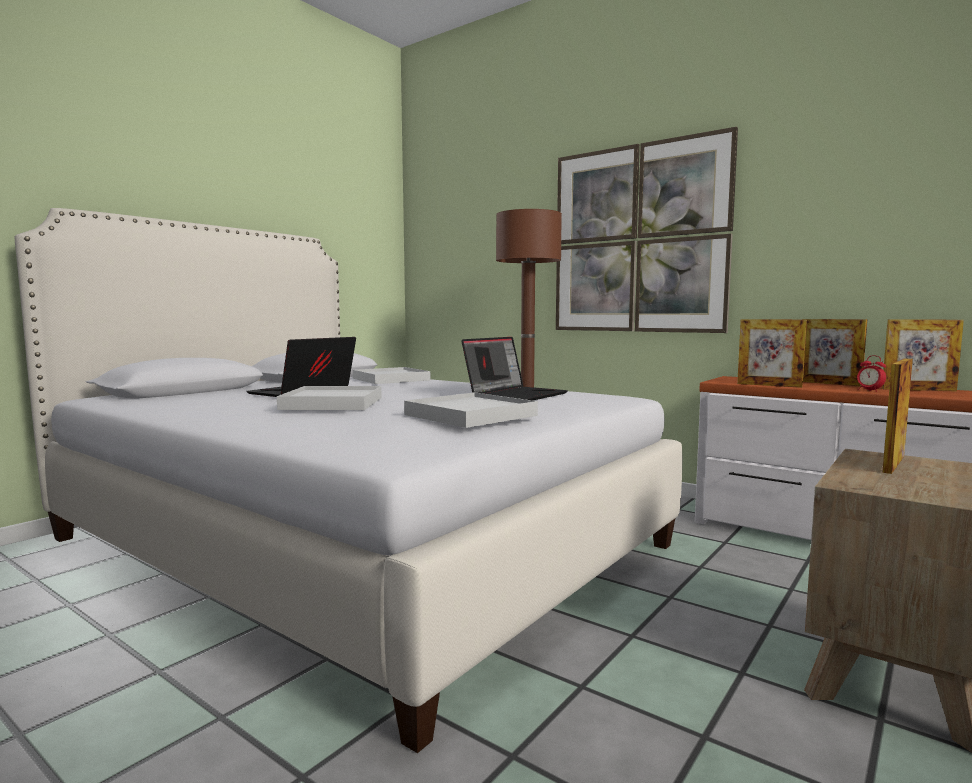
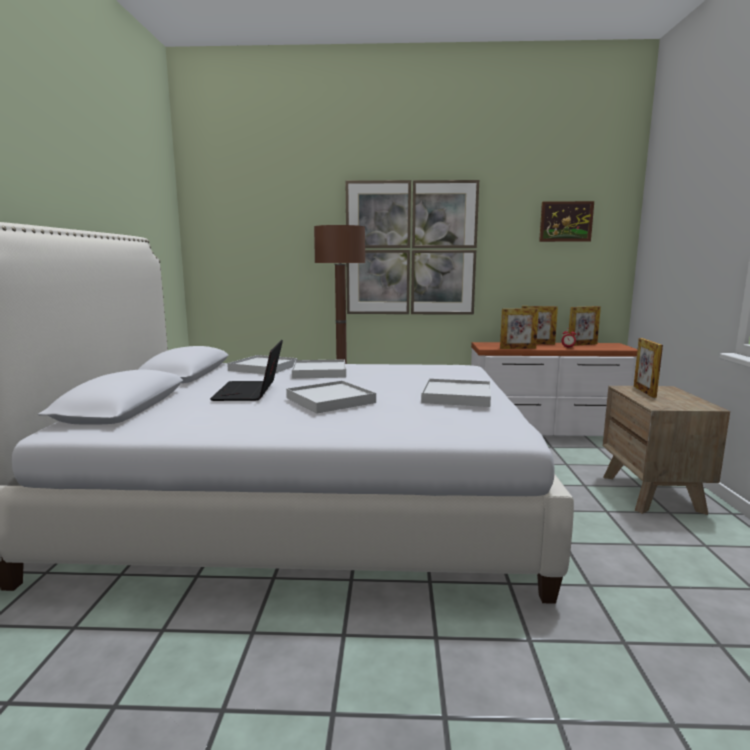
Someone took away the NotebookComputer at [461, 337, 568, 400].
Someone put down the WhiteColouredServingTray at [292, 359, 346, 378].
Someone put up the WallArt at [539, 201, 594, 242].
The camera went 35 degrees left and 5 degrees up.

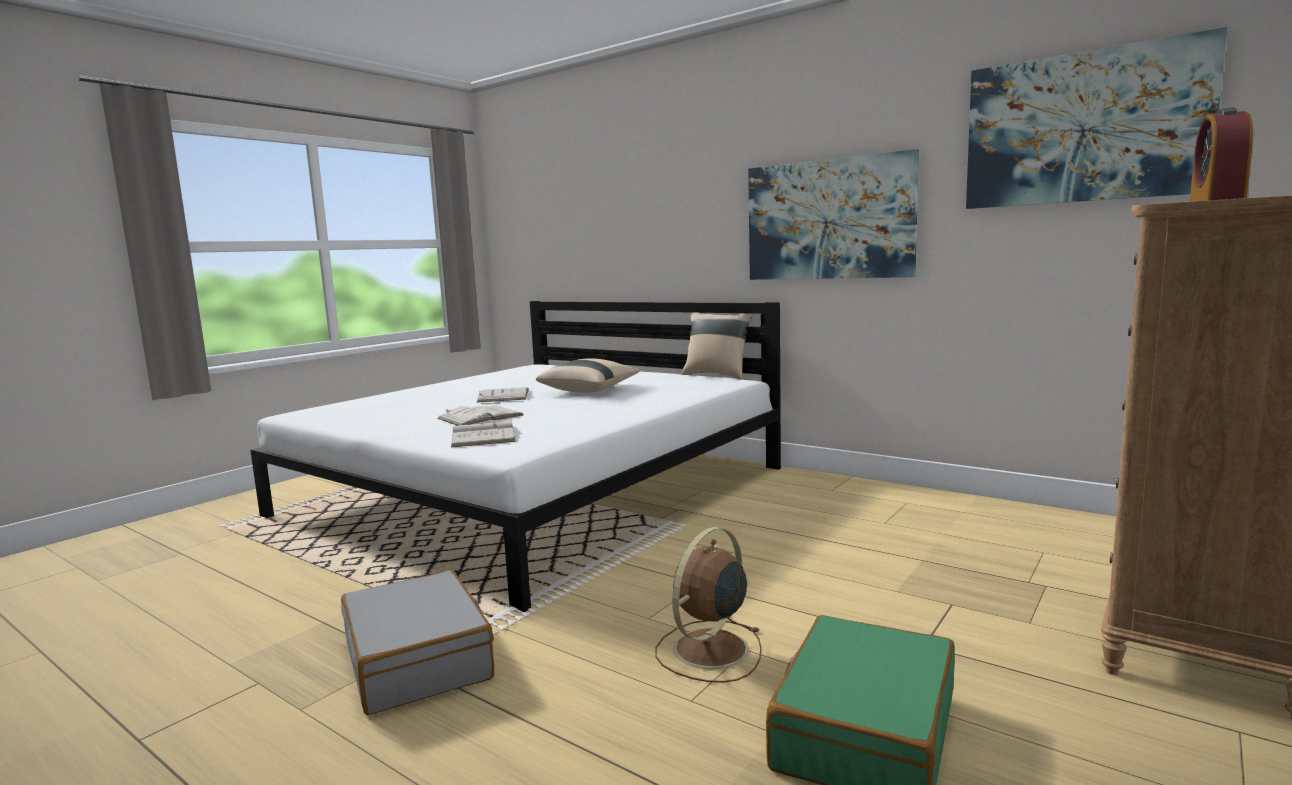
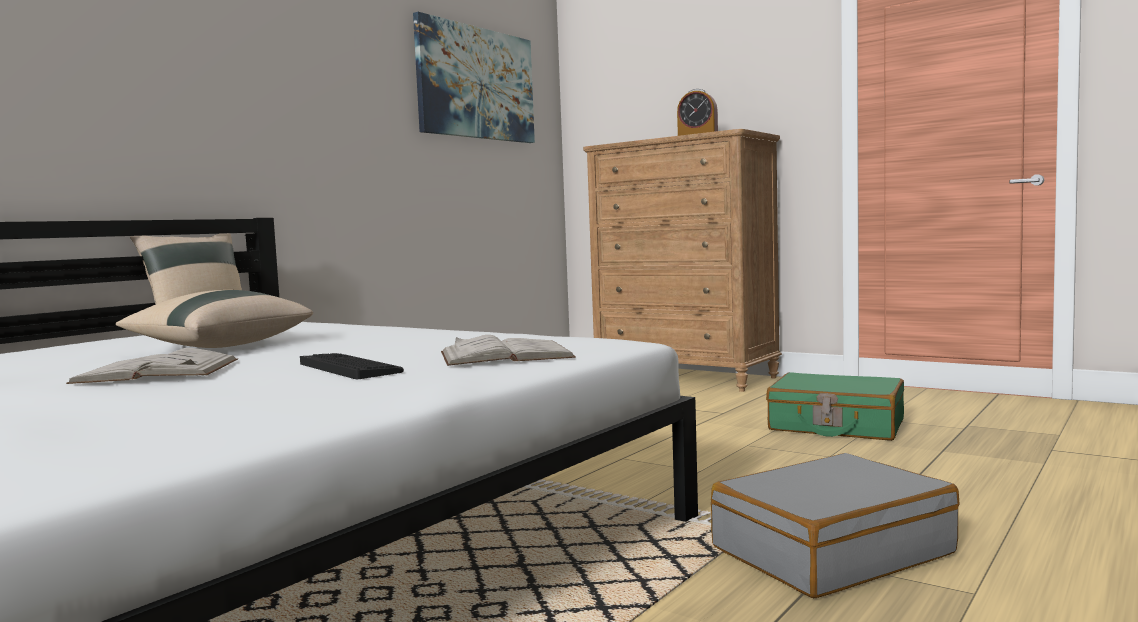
Someone took away the BrownCoolingFan at [655, 527, 762, 683].
Someone took away the WallArt at [748, 149, 919, 280].
Someone swapped the WhiteColouredVolume at [437, 406, 524, 426] for the PcKeyboard at [300, 353, 404, 379].
The camera went 90 degrees left and 5 degrees down.

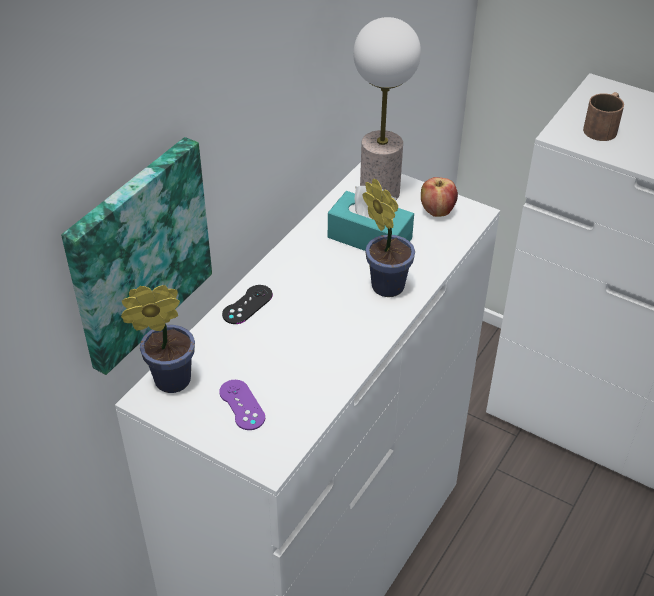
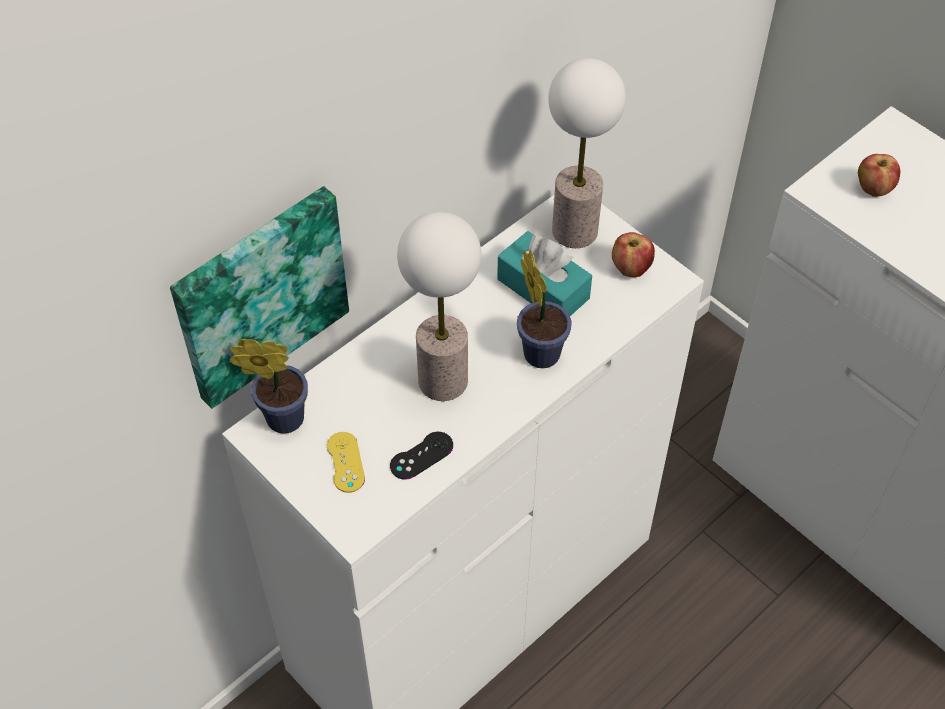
Someone put down the TableLamp at [397, 212, 482, 401].
Someone carried the BlackColouredJoypad from [222, 285, 273, 324] to [390, 432, 453, 480].
Someone swapped the BrownCoffeeMug at [583, 92, 624, 141] for the AppleFruit at [858, 154, 900, 197].
Someone repainted the PurpleJoypad at [219, 380, 265, 430], which became the YellowishJoypad at [327, 432, 365, 493].
The camera went 15 degrees right and 10 degrees up.

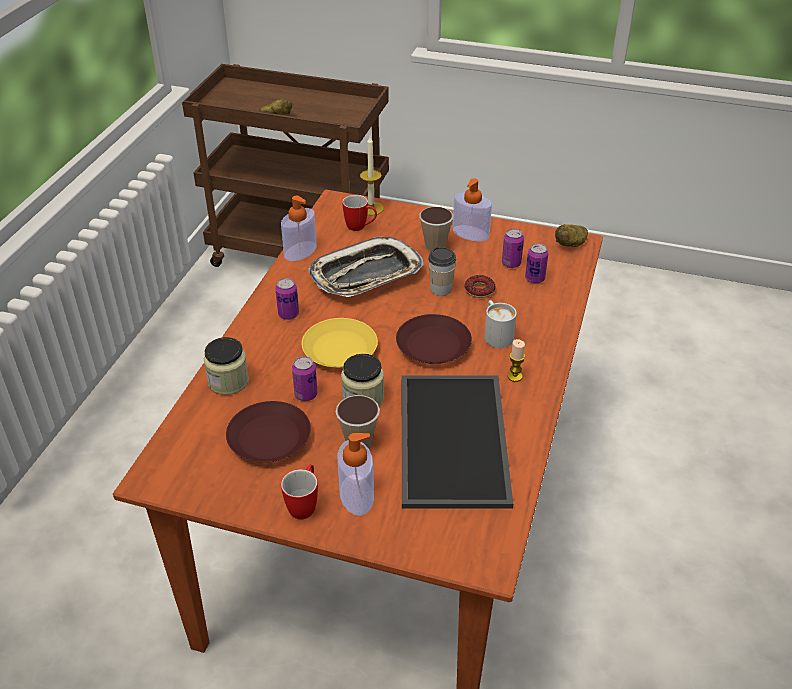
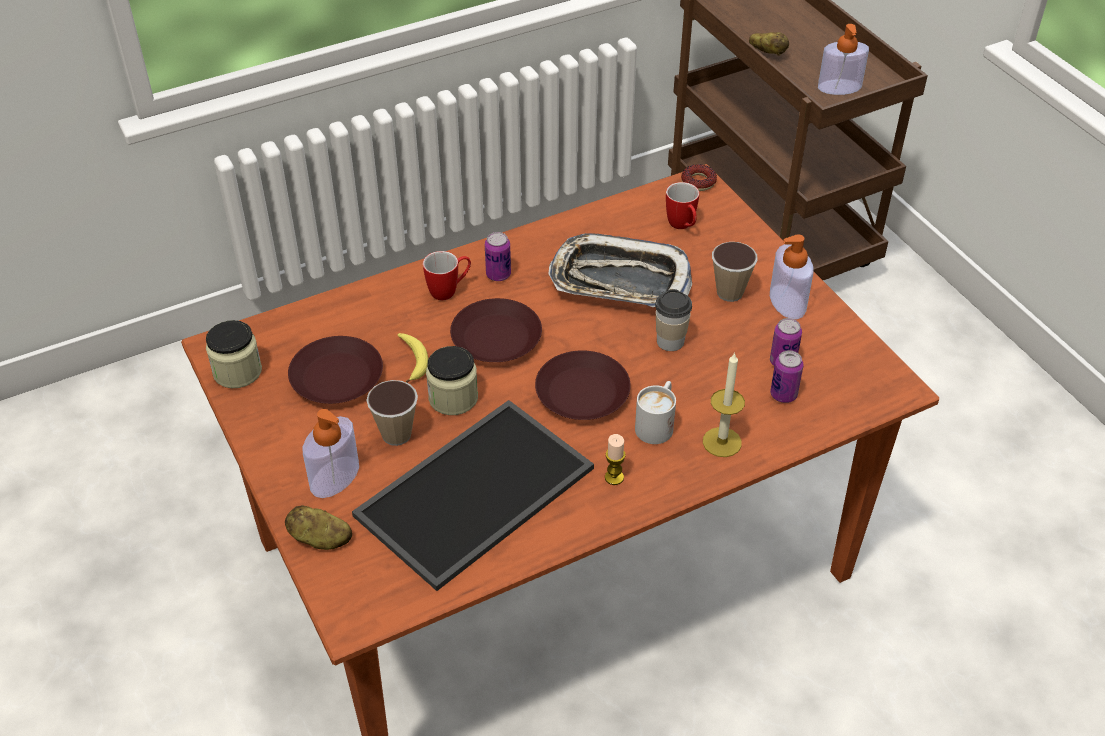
Someone carried the StorageJar from [204, 337, 249, 395] to [206, 320, 262, 388].
Someone carried the SoapBottle from [281, 196, 317, 261] to [818, 24, 869, 95].
Someone carried the CoffeeMug from [281, 464, 318, 519] to [423, 251, 471, 300].
Someone carried the Candle from [360, 137, 384, 215] to [703, 352, 745, 457].
Someone carried the Donut from [465, 275, 495, 298] to [681, 164, 717, 191].
Someone carried the WholePotato from [555, 224, 588, 247] to [285, 505, 352, 550].
Someone swapped the SealedCan at [292, 356, 318, 401] for the Banana at [397, 333, 428, 383].
Someone repainted the YellowishPlate at [302, 318, 378, 368], which became the BrownPlate at [450, 298, 542, 362].
The camera went 45 degrees right and 5 degrees up.

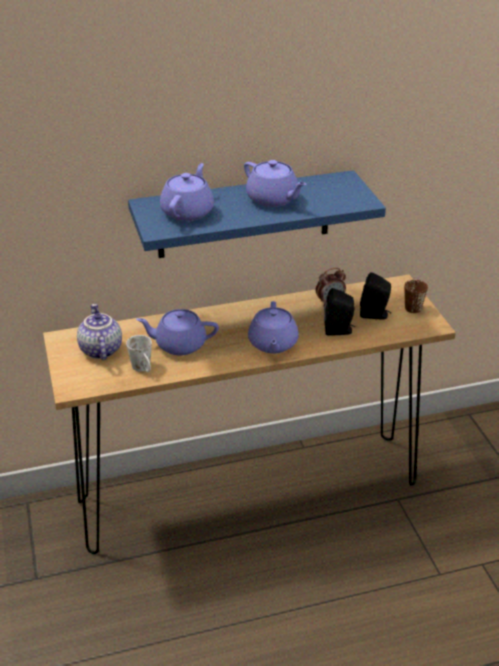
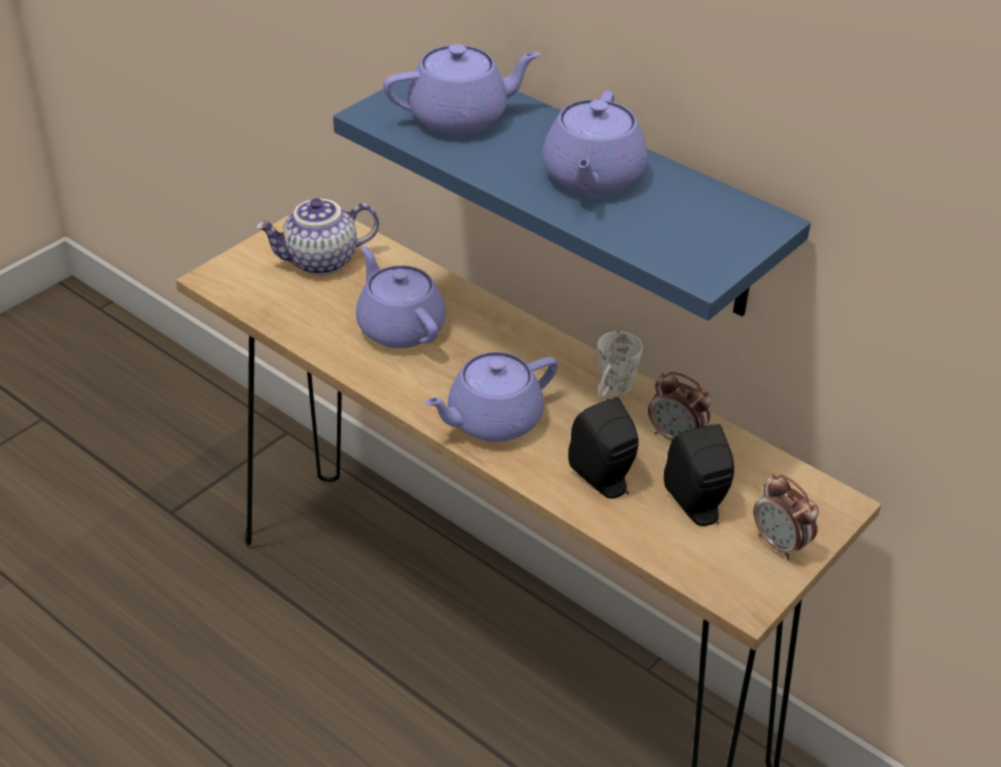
Someone carried the WhiteColouredCoffeeMug from [126, 335, 152, 372] to [597, 331, 642, 398].
Someone swapped the BrownCoffeeMug at [404, 280, 428, 313] for the BedsideClock at [754, 474, 819, 560].
Someone rotated the Teapot at [77, 304, 122, 360] by 150 degrees counterclockwise.
The camera went 55 degrees right and 5 degrees up.

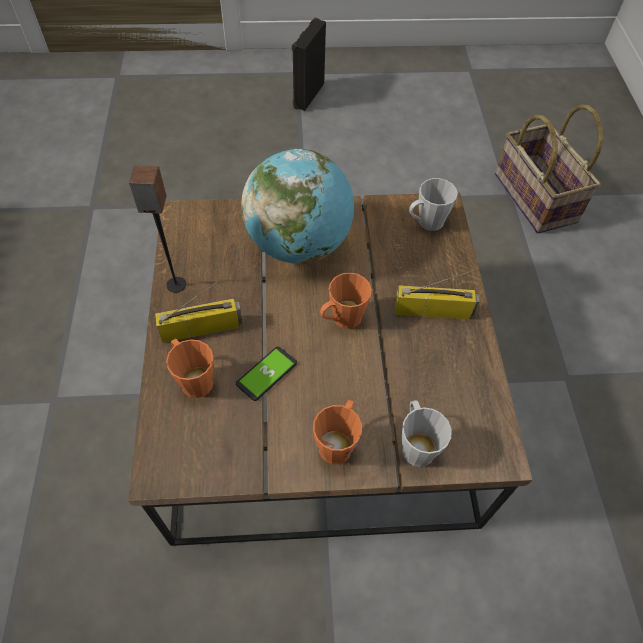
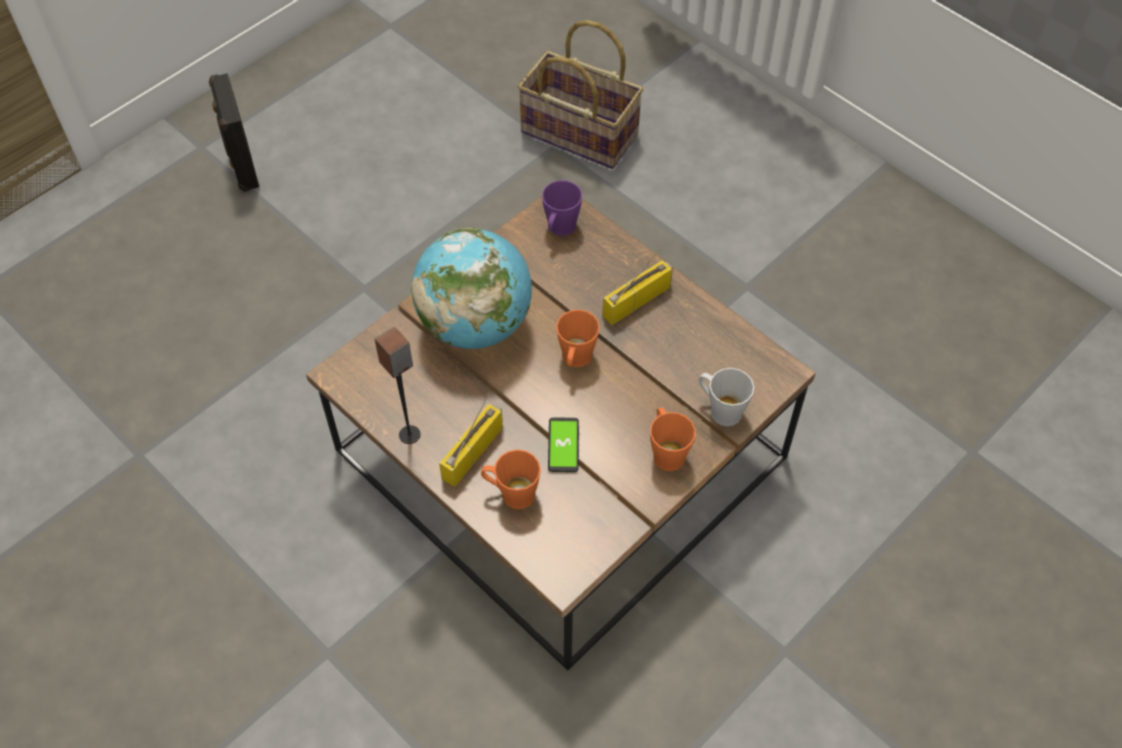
Someone repainted the GreyCoffeeMug at [409, 178, 458, 231], which became the PurpleCoffeeMug at [542, 180, 582, 236].
The camera went 40 degrees left and 0 degrees up.

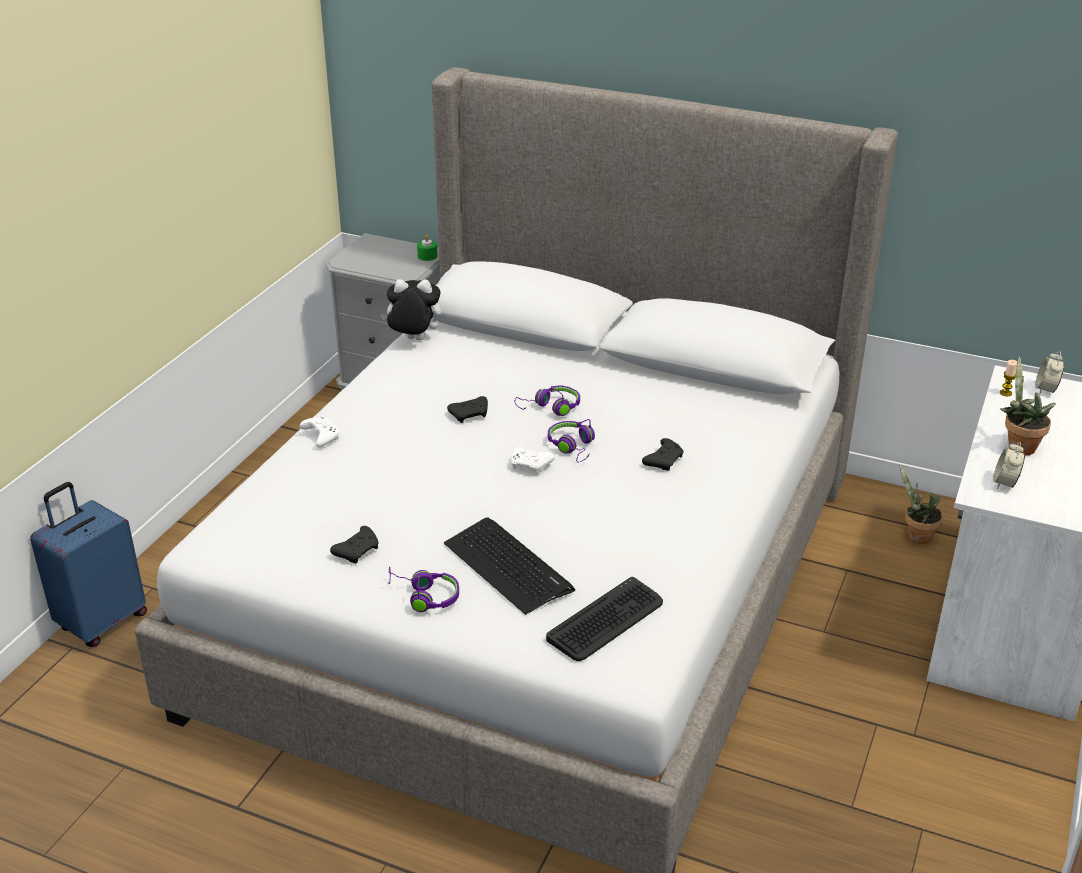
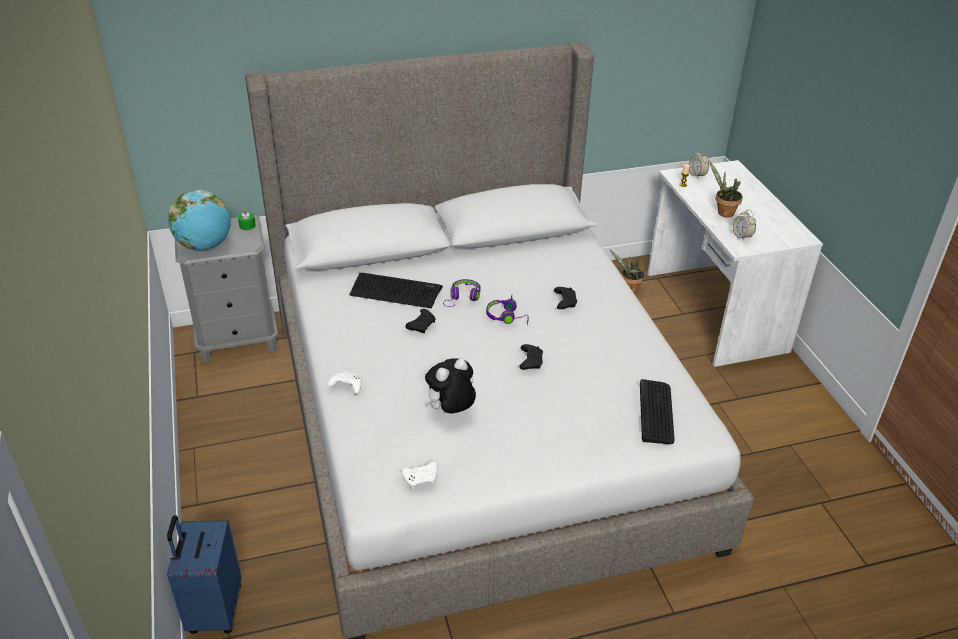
Someone took away the PurplePairOfHeadphones at [388, 567, 459, 612].
Someone put down the Globe at [168, 190, 231, 251].
Someone carried the BlackColouredJoypad from [330, 526, 378, 564] to [519, 344, 543, 370].
Someone carried the PlushToy from [380, 279, 441, 340] to [424, 358, 476, 414].
Someone carried the PcKeyboard from [444, 518, 575, 615] to [349, 273, 443, 308].
Someone carried the WhiteColouredJoypad from [511, 447, 555, 474] to [401, 461, 438, 489].
The camera went 40 degrees left and 5 degrees up.

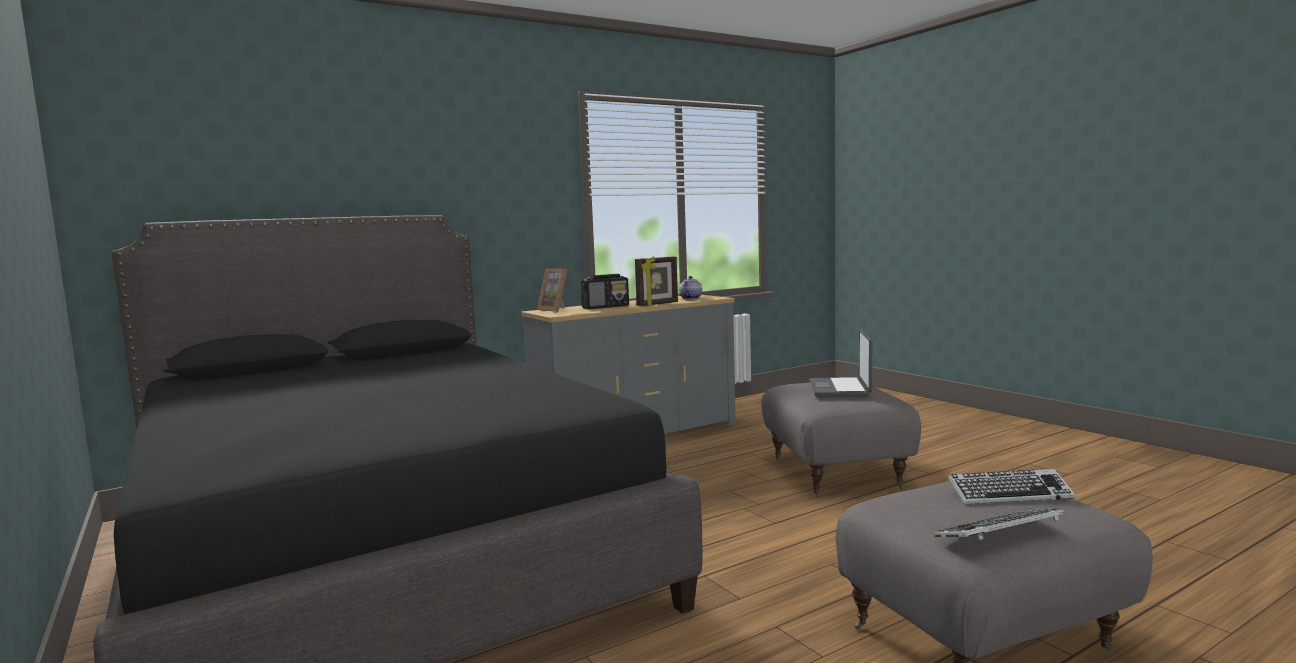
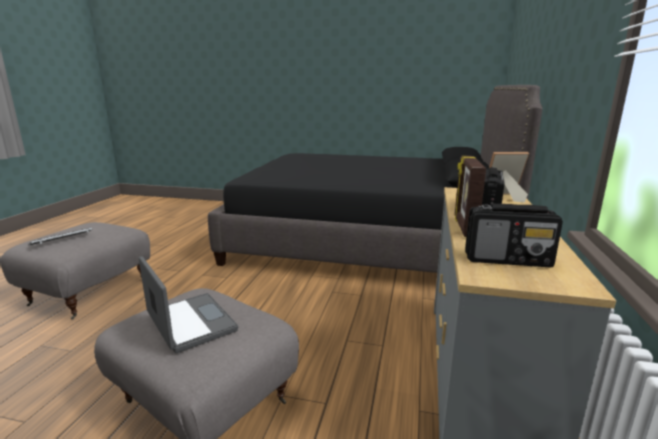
Someone took away the PcKeyboard at [935, 508, 1065, 540].
Someone swapped the Teapot at [679, 276, 702, 299] for the RadioReceiver at [465, 203, 563, 268].
The camera went 135 degrees right and 10 degrees up.

